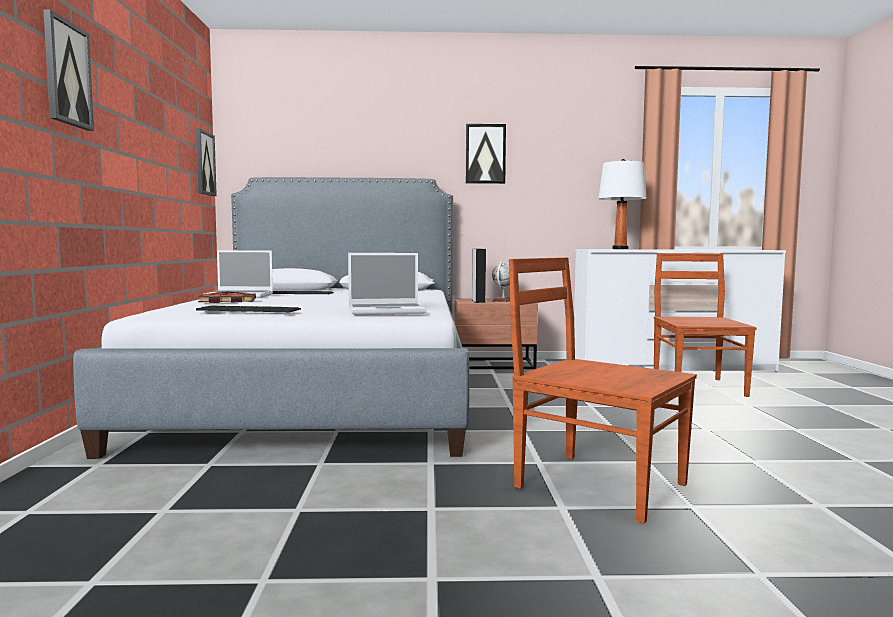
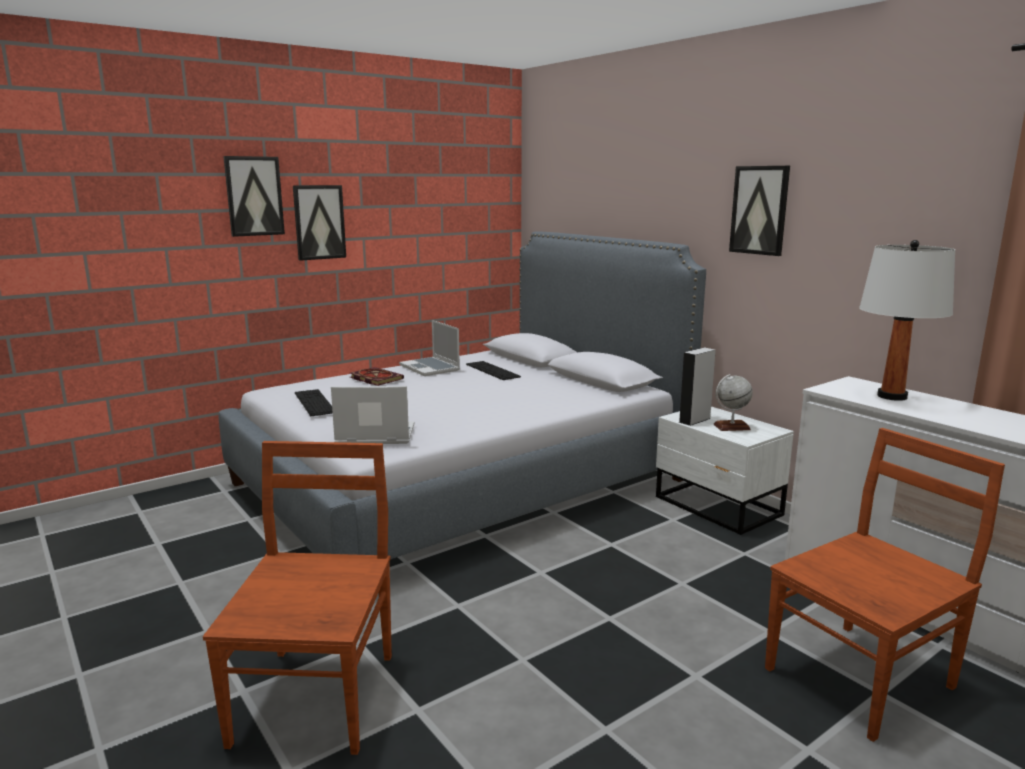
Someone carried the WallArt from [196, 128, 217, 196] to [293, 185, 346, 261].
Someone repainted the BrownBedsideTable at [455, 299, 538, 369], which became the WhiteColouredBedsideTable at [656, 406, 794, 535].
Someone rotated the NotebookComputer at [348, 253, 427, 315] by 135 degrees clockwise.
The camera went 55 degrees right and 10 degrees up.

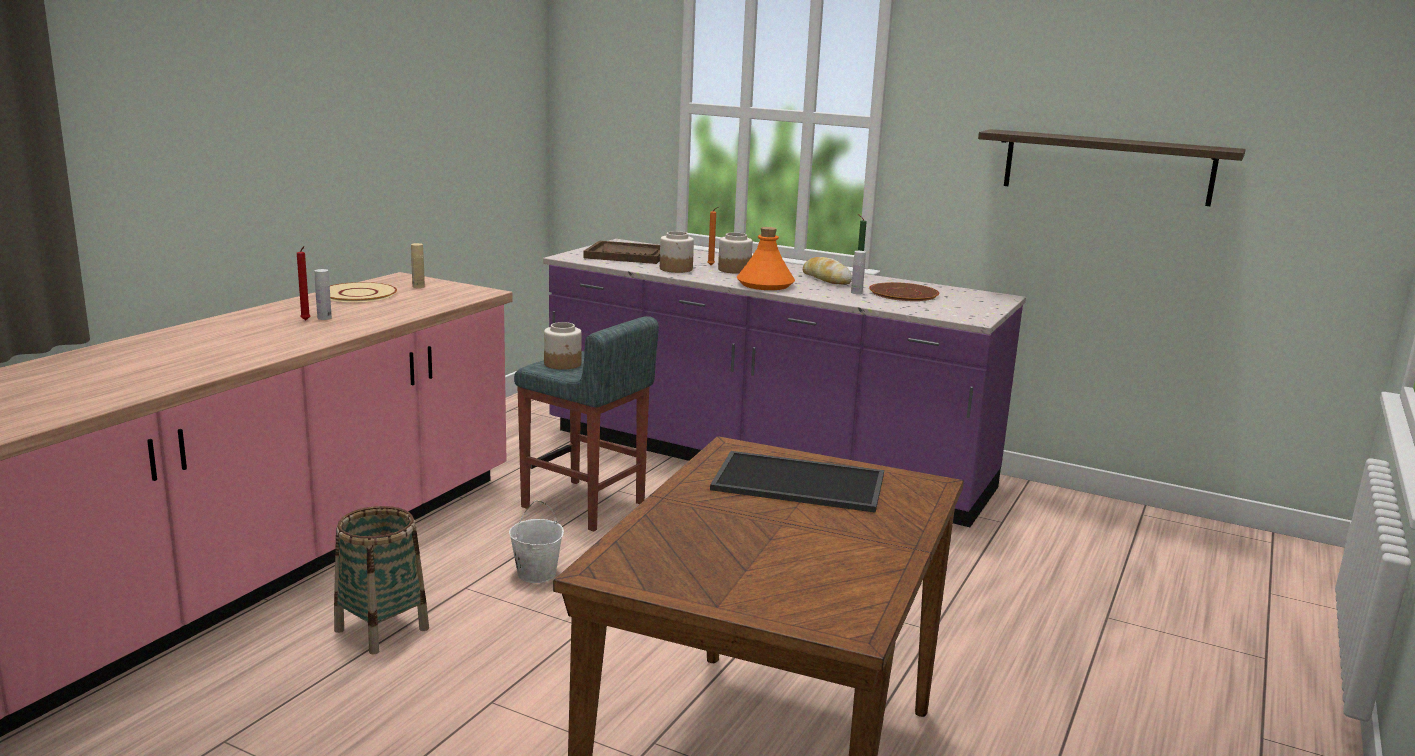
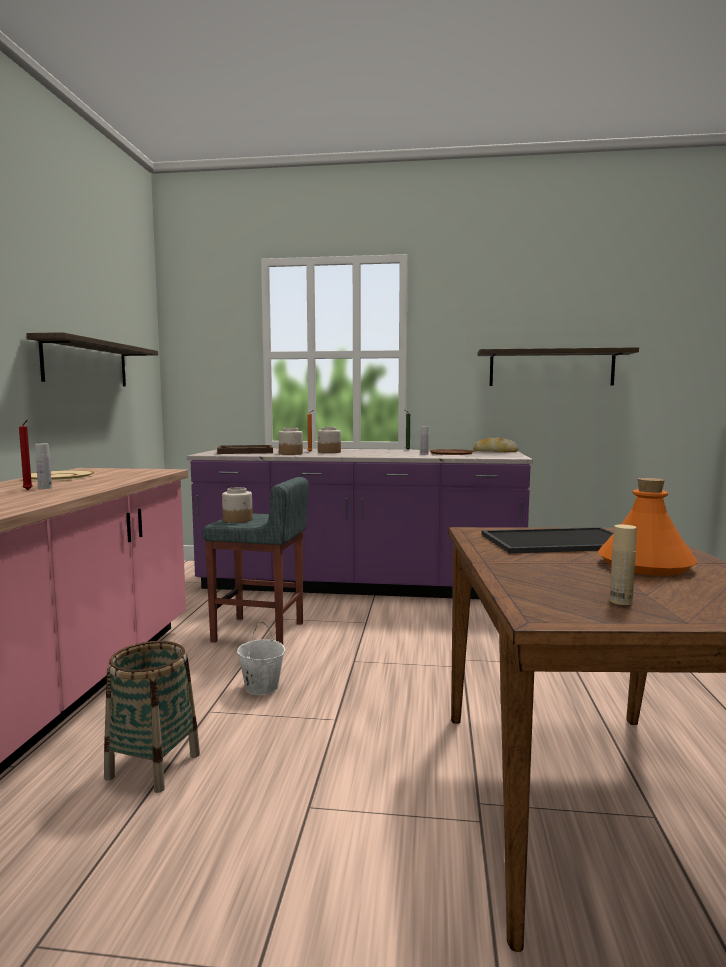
Someone put up the Shelf at [27, 332, 158, 386].
Someone carried the BeigeColouredDrinkBottle from [411, 243, 425, 288] to [610, 524, 637, 605].
Someone carried the OrangeColouredDrinkBottle from [737, 227, 795, 290] to [598, 478, 697, 576].
Someone carried the BakeryBread from [803, 257, 852, 285] to [473, 437, 518, 452].
The camera went 20 degrees left and 10 degrees down.

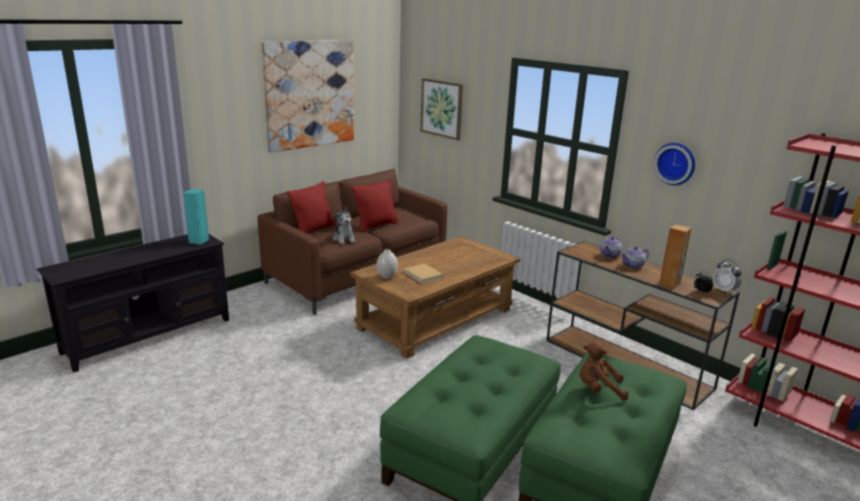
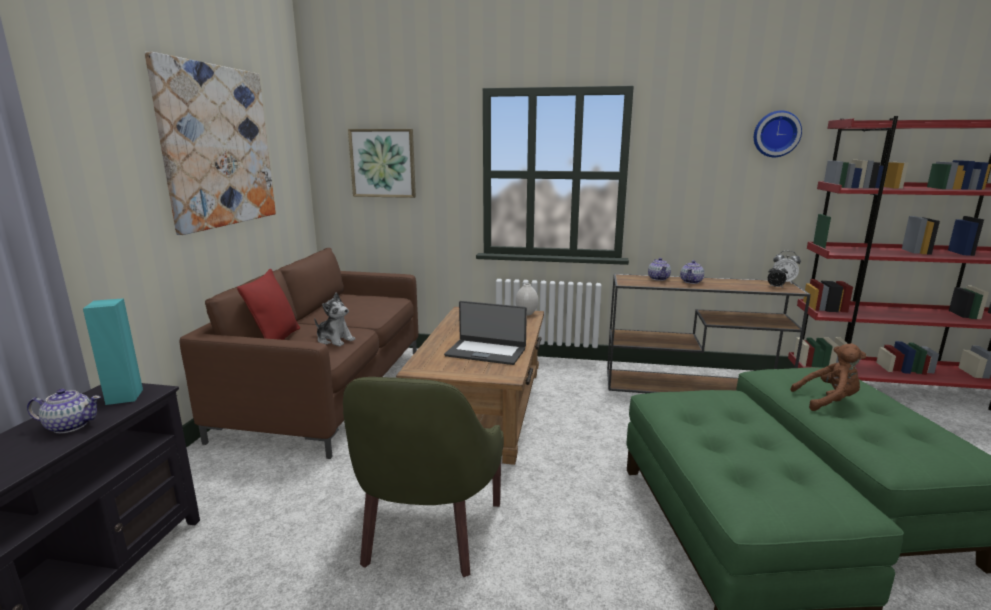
Someone took away the ReddishCushion at [351, 179, 399, 232].
Someone took away the BrownAudioSpeaker at [659, 224, 692, 289].
Someone put down the Teapot at [27, 389, 101, 433].
Someone put down the GreenColouredLoungeChair at [343, 377, 504, 577].
Someone carried the WhiteColouredDecorativeVase from [377, 249, 398, 279] to [516, 283, 538, 316].
Someone carried the HangingClock from [654, 143, 695, 185] to [754, 111, 802, 157].
Someone swapped the BeigeColouredVolume at [404, 263, 443, 283] for the NotebookComputer at [444, 301, 527, 365].
Someone rotated the BrownPlushToy at [580, 341, 629, 401] by 150 degrees counterclockwise.
The camera went 35 degrees left and 5 degrees down.

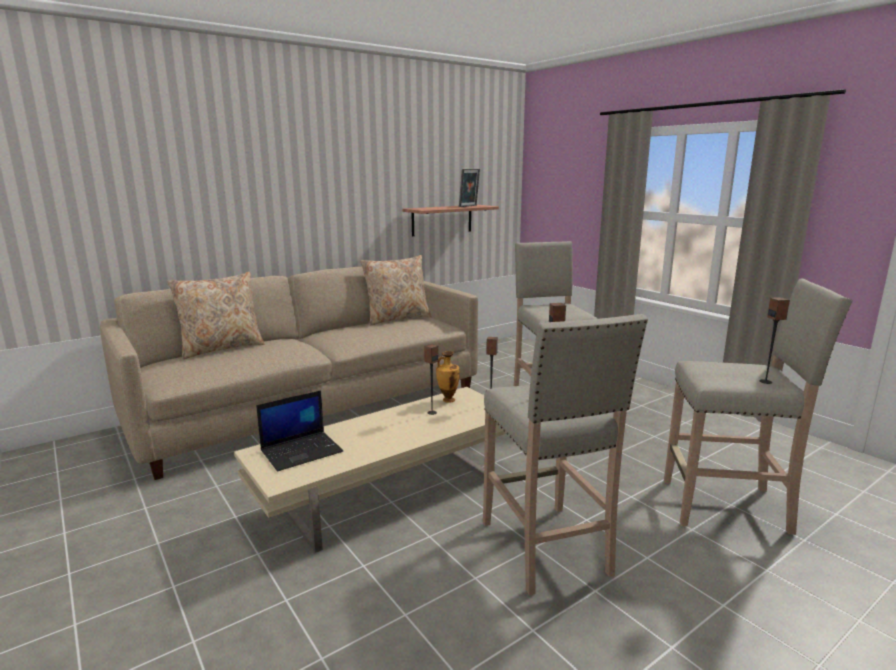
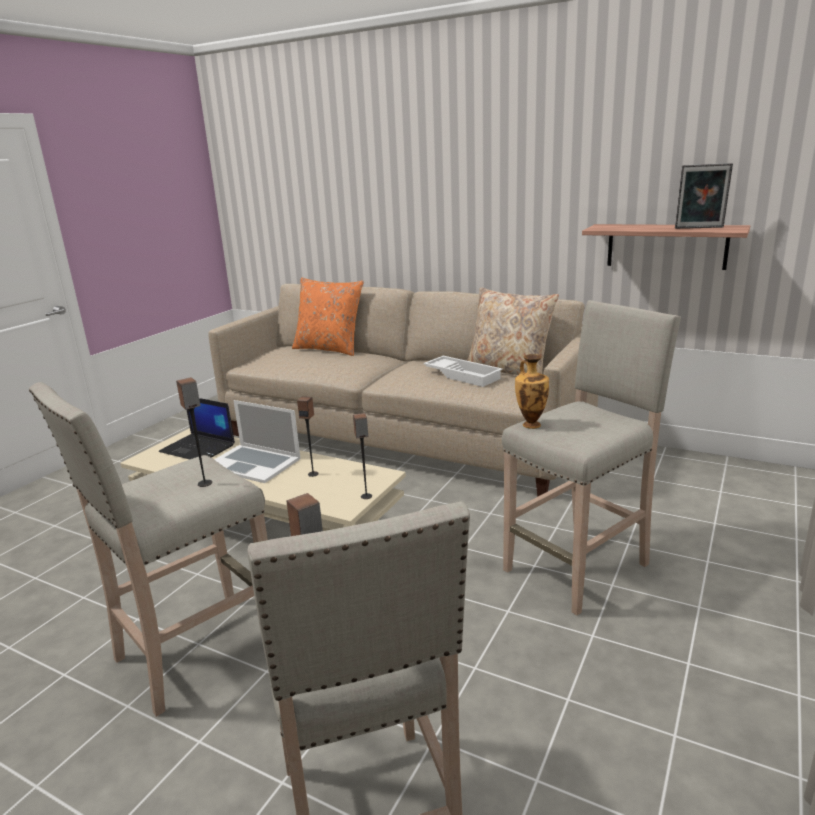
Someone put down the NotebookComputer at [214, 400, 301, 483].
Someone put down the WhiteColouredServingTray at [423, 356, 503, 387].
Someone carried the DecorativeVase from [436, 351, 460, 403] to [515, 354, 549, 429].
Someone repainted the BeigeColouredCushion at [167, 272, 265, 359], which became the OrangeColouredCushion at [292, 278, 364, 356].
The camera went 65 degrees right and 5 degrees up.

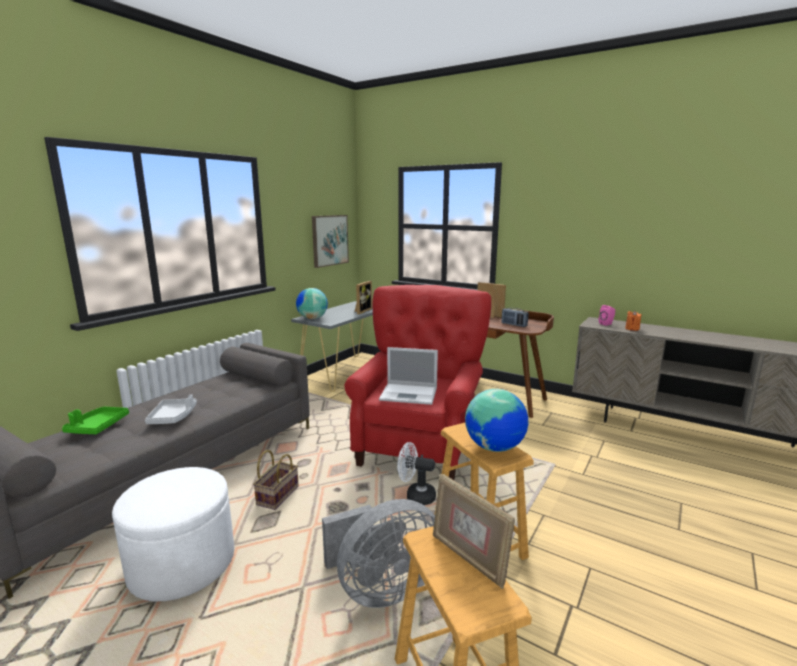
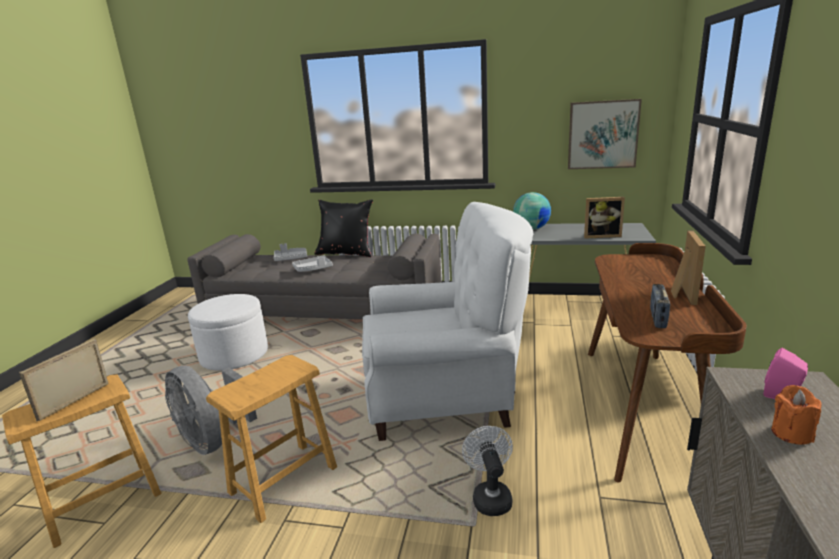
Someone took away the HouseholdBasket at [253, 450, 299, 510].
Someone took away the NotebookComputer at [379, 347, 438, 405].
Someone took away the Globe at [465, 389, 528, 452].
Someone put down the BlackColouredCushion at [314, 199, 373, 257].
Someone carried the WhiteColouredCoolingFan from [397, 442, 436, 505] to [462, 426, 513, 516].
Someone repainted the GreenColouredServingTray at [62, 407, 129, 434], which became the GreyServingTray at [274, 243, 307, 261].
Someone repainted the ReddishLoungeChair at [344, 285, 491, 480], which became the WhiteColouredLoungeChair at [362, 202, 533, 441].
The camera went 70 degrees right and 5 degrees up.

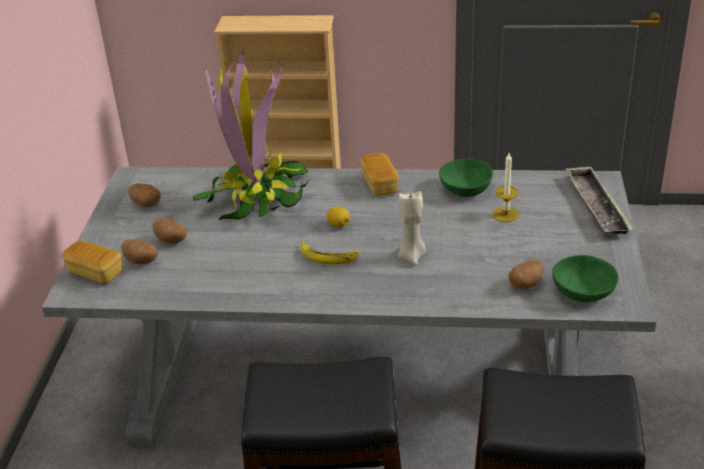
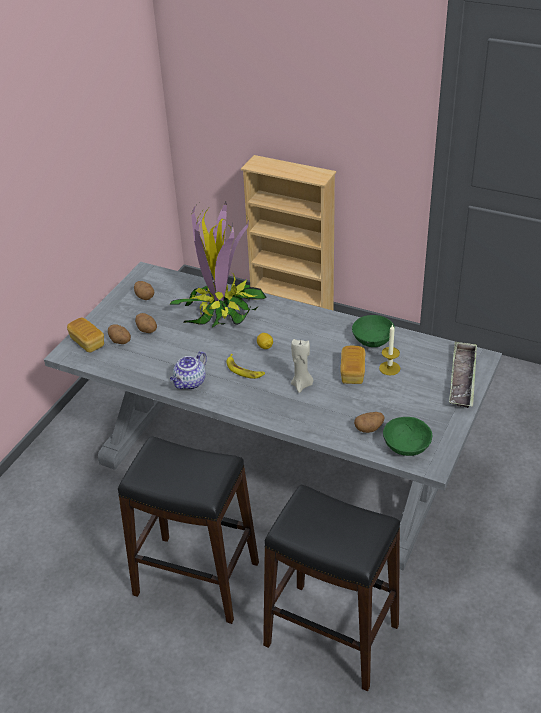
Someone put down the Teapot at [170, 351, 207, 389].
Someone carried the BakeryBread from [360, 153, 399, 196] to [340, 346, 365, 384].
The camera went 20 degrees right and 5 degrees up.

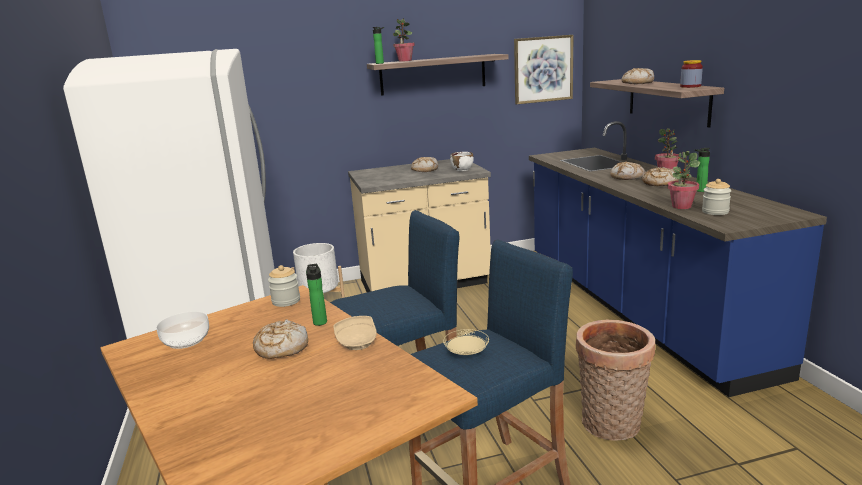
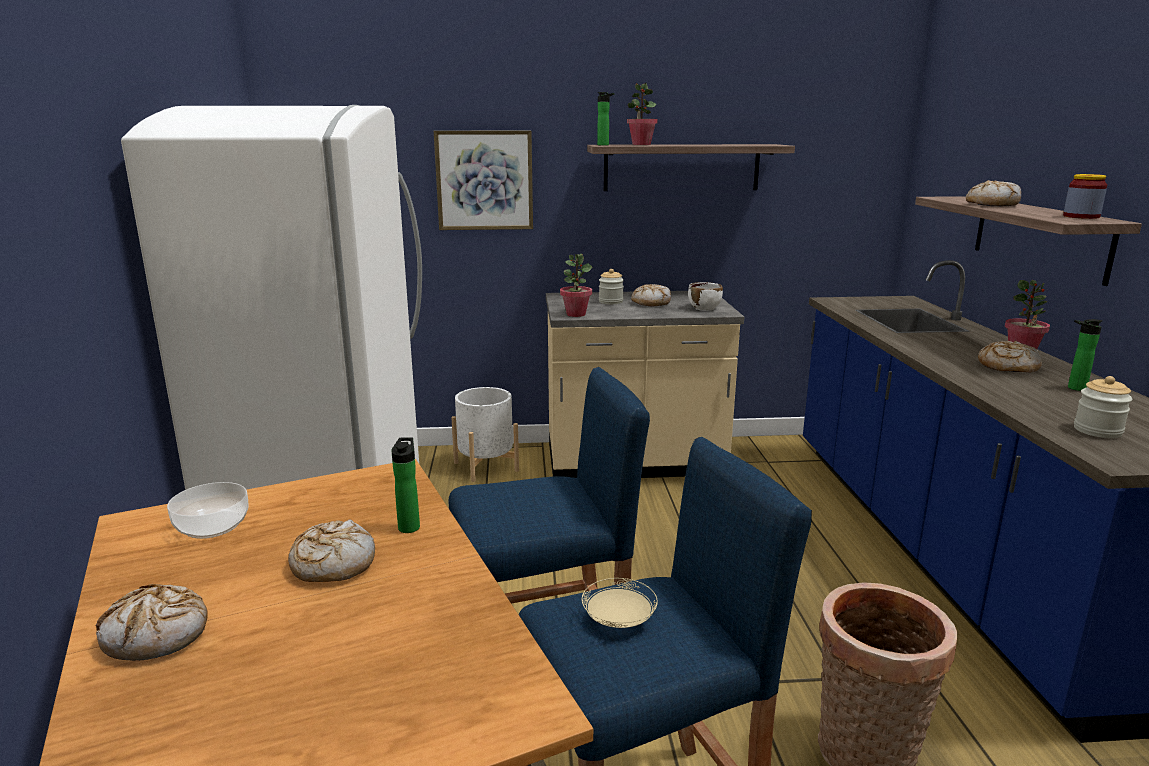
Someone took away the BeigeColouredPlate at [333, 316, 377, 350].
Someone carried the StorageJar from [268, 265, 300, 307] to [599, 269, 624, 304].
Someone carried the WallArt from [514, 35, 573, 104] to [434, 131, 533, 230].
Someone carried the BakeryBread from [610, 162, 645, 180] to [95, 584, 207, 661].
Someone carried the PlantInAPot from [667, 151, 700, 209] to [560, 254, 592, 317].
The camera went 10 degrees right and 0 degrees up.

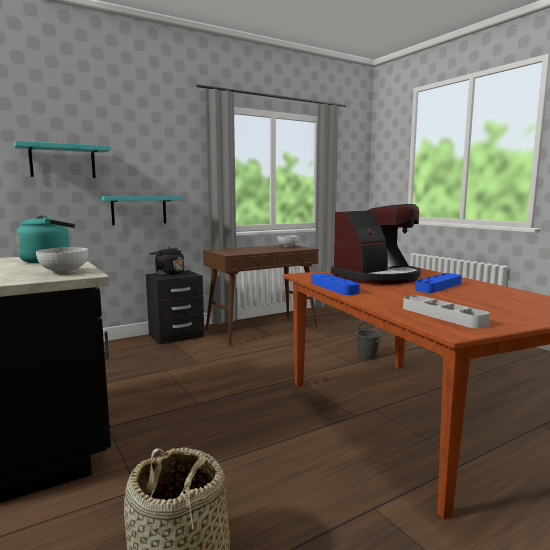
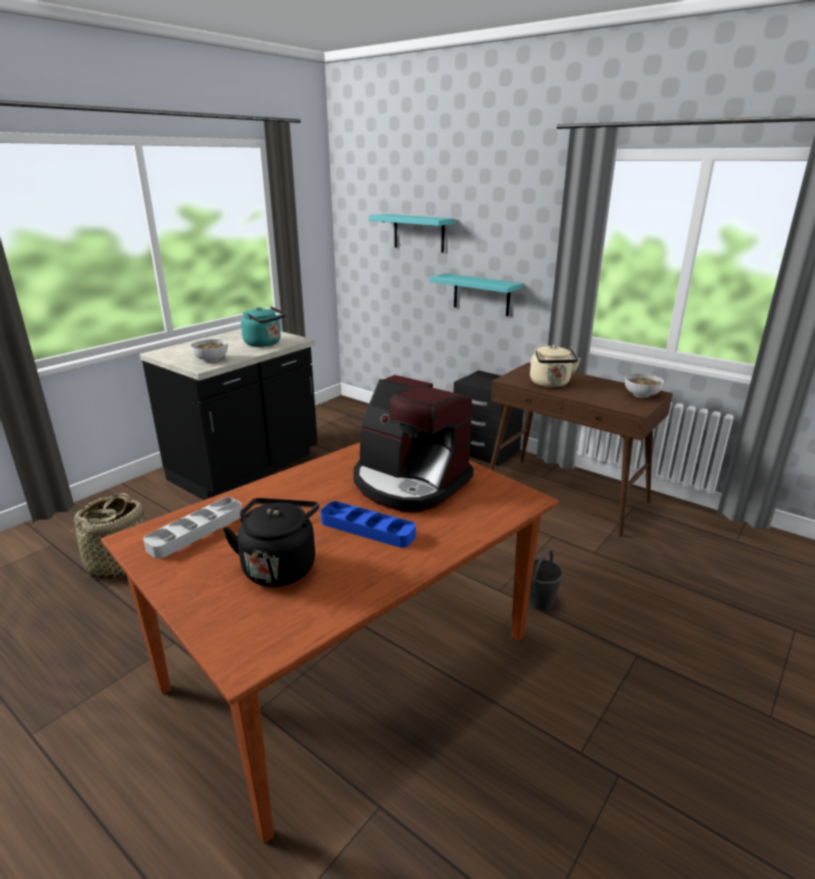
Someone took away the BlueColouredServingTray at [311, 273, 360, 295].
Someone put down the BeigeColouredKettle at [530, 345, 581, 388].
Someone carried the BlackColouredKettle from [149, 247, 184, 276] to [223, 498, 319, 587].
The camera went 70 degrees right and 15 degrees up.

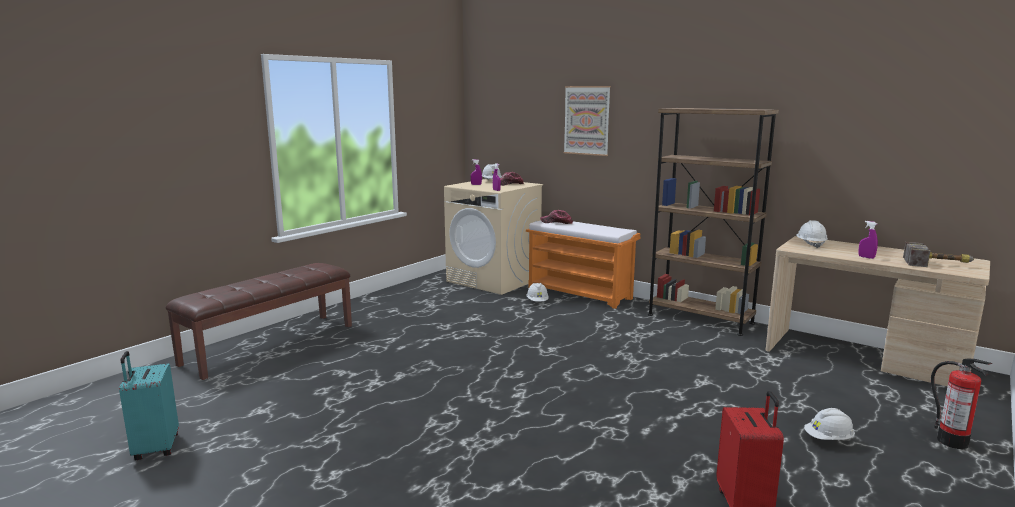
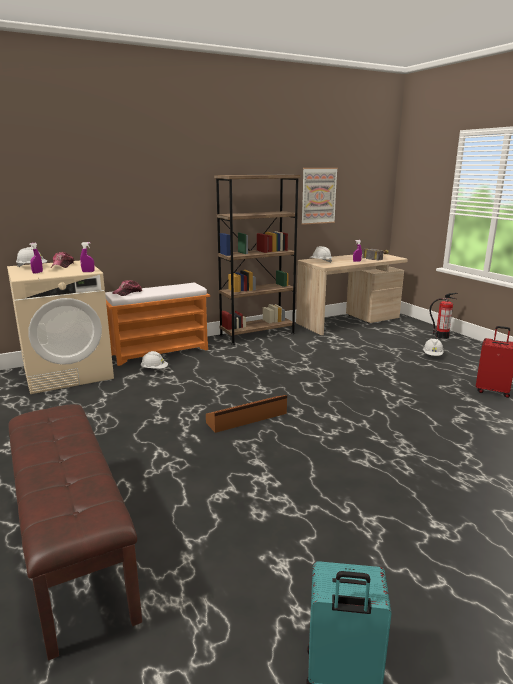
Someone put down the BrownStorageBox at [206, 395, 287, 433].
Someone carried the WallArt from [564, 86, 611, 156] to [301, 168, 338, 225].
The camera went 65 degrees left and 5 degrees up.

